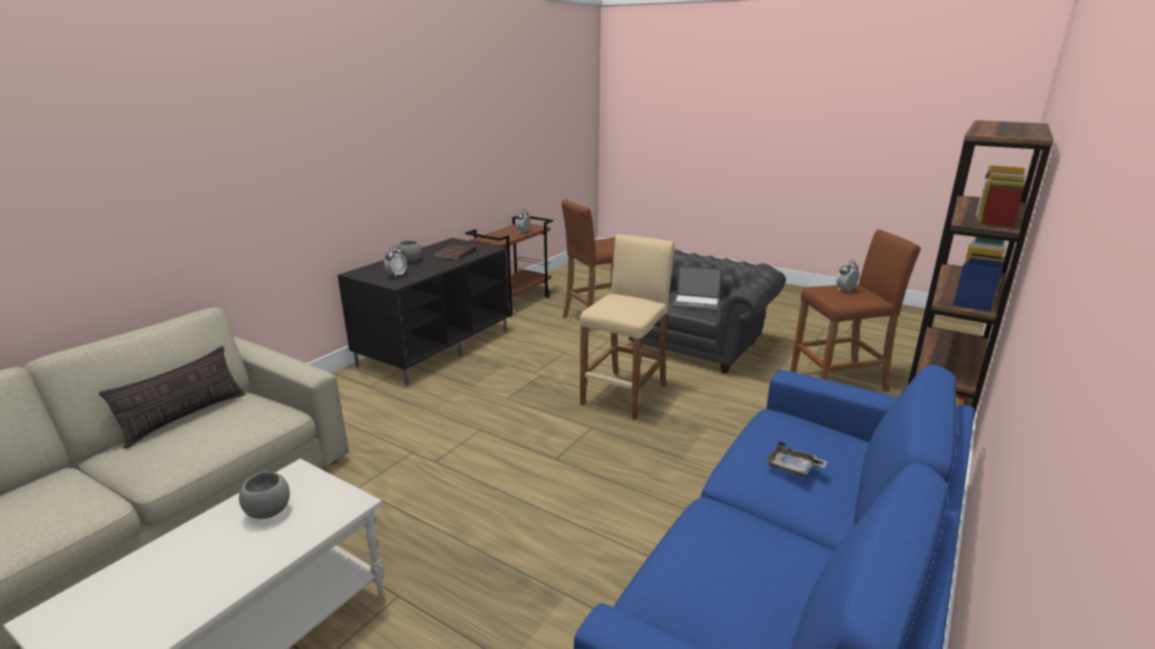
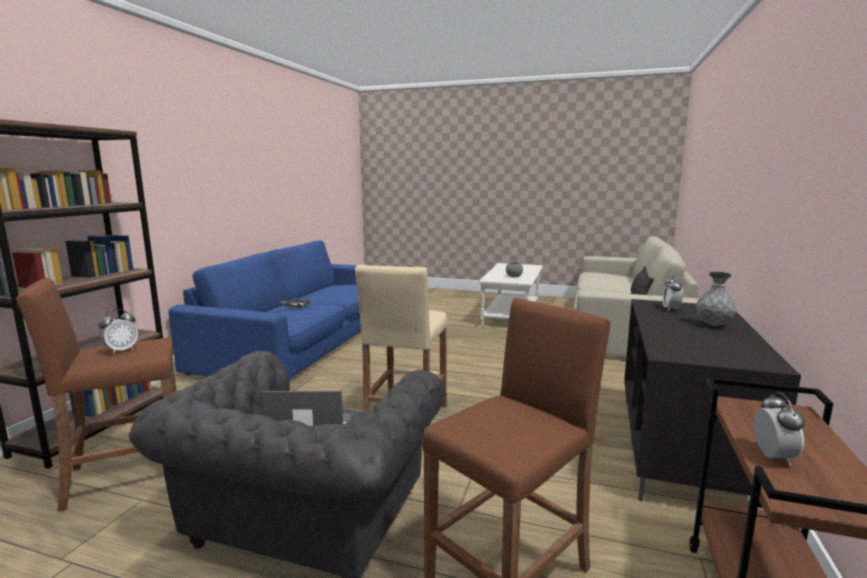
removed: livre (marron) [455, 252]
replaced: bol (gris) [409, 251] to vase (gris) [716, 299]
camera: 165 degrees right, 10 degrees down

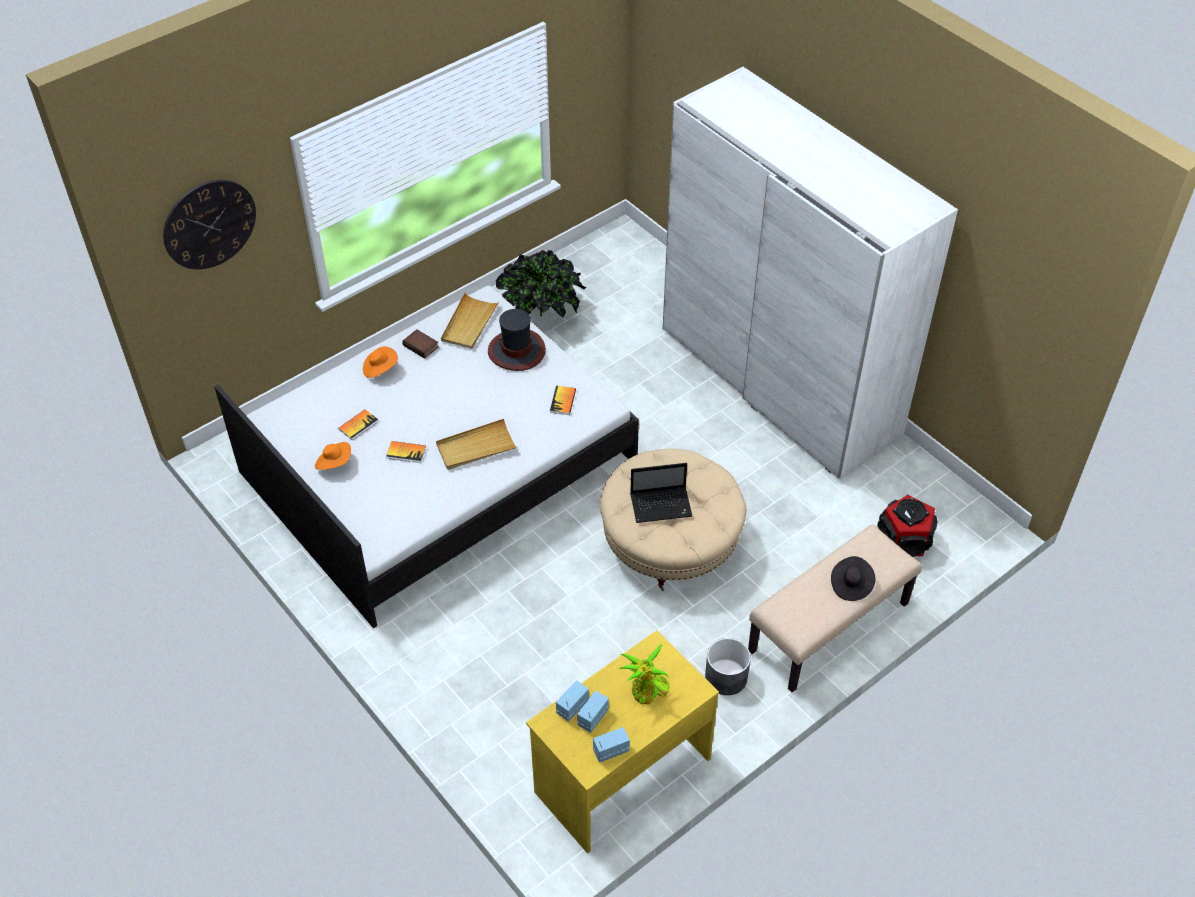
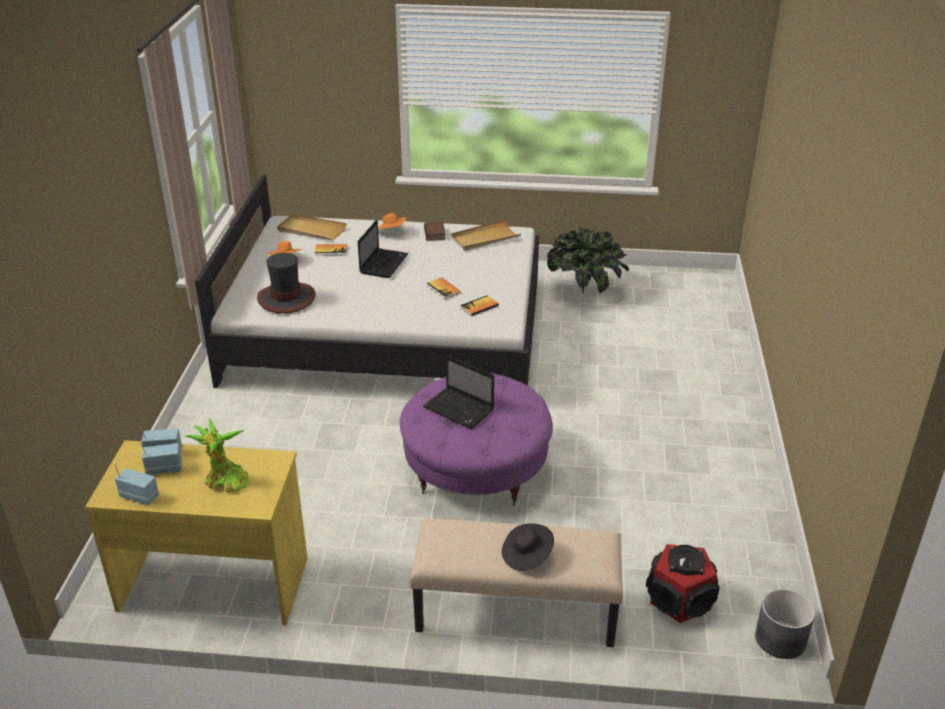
removed: horloge murale [209, 224]; armoire (blanc) [810, 273]
added: ordinateur portable [383, 248]
moved: chapeau [517, 340] to [286, 283]; plateau (beige) [476, 444] to [312, 227]; livre [406, 452] to [444, 288]; cache-pot (gris) [728, 666] to [785, 624]
recoloured: pouf (beige) [673, 519] to pouf (violet) [476, 439]
camera: 45 degrees right, 15 degrees down

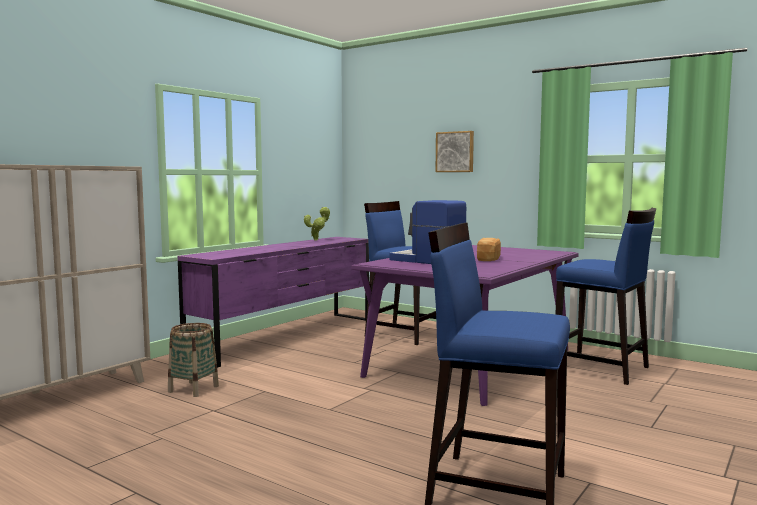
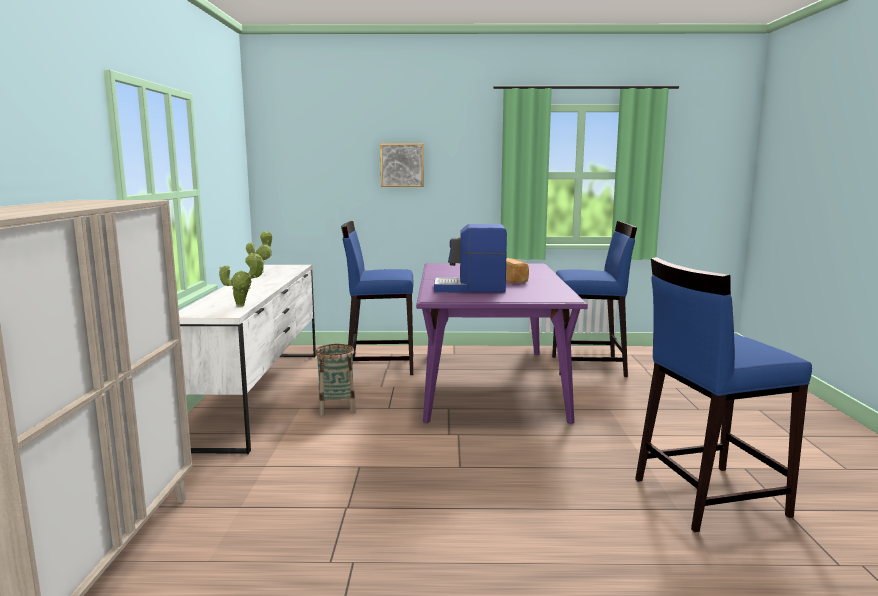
added: plante en pot [242, 279]
moved: panier [193, 360] to [335, 380]
recoloured: commode (violet) [273, 302] to commode (blanc) [247, 359]
camera: 35 degrees left, 5 degrees up

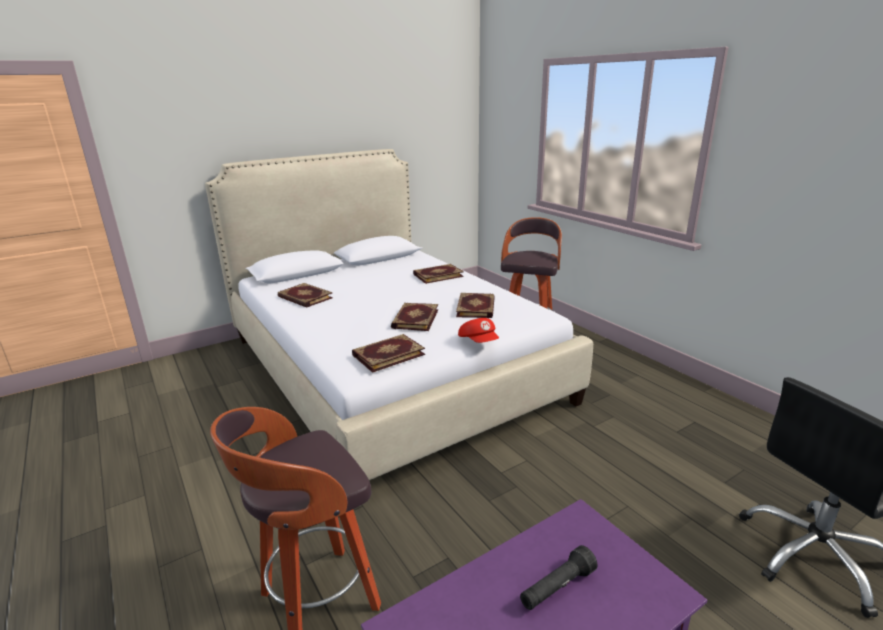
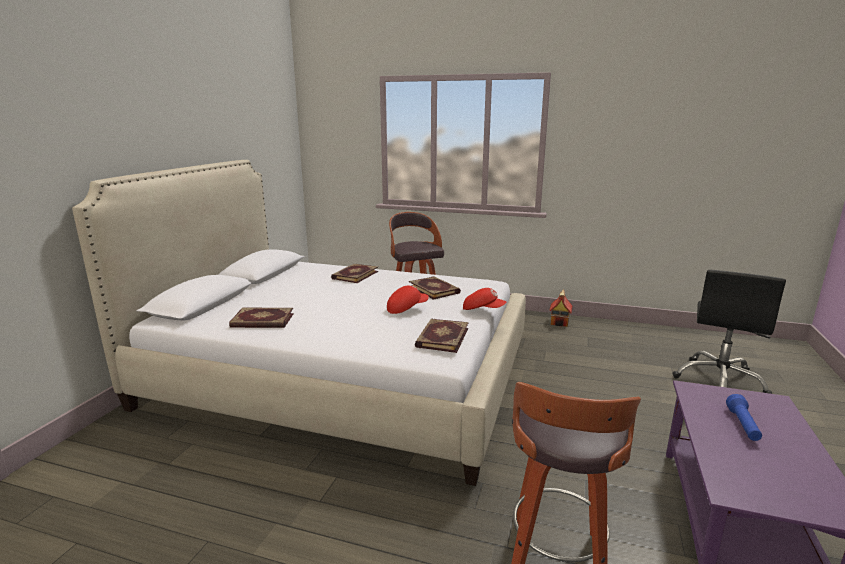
added: maison miniature [561, 308]
replaced: livre [414, 317] to casquette (rouge) [408, 299]
recoloured: lampe de poche (noir) [559, 577] to lampe de poche (bleu) [744, 417]
camera: 40 degrees left, 5 degrees down

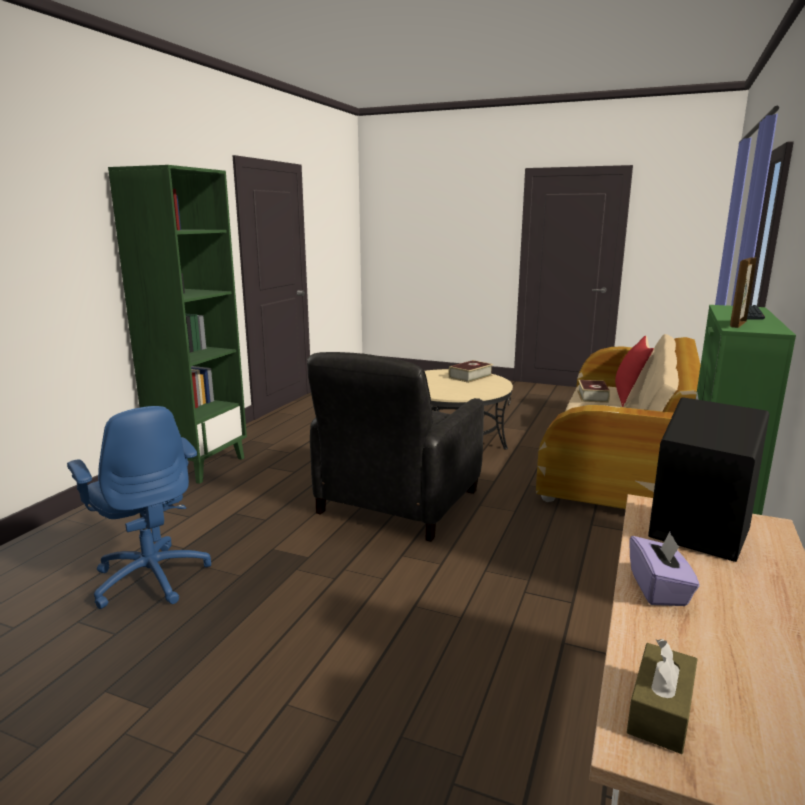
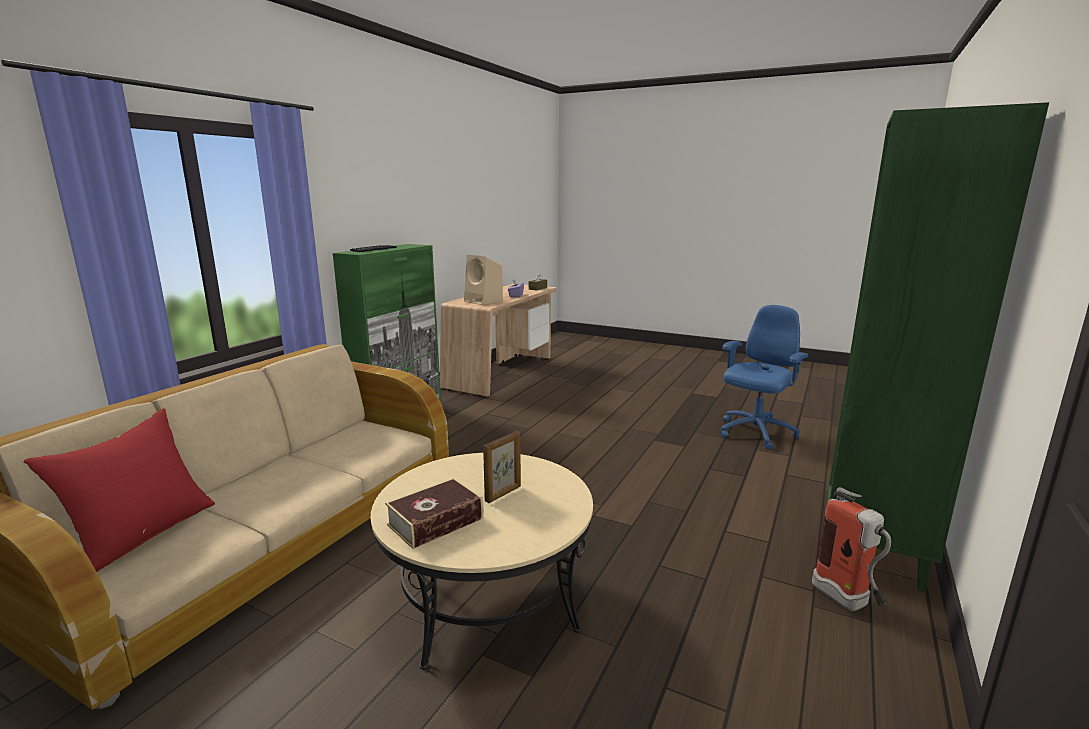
removed: fauteuil (noir) [395, 447]; livre [593, 391]
added: extincteur [851, 549]
moved: cadre photo [743, 292] to [502, 467]
recoloured: enceinte (noir) [708, 479] to enceinte (beige) [483, 280]
turned: chaise de bureau (bleu) [139, 507] = [765, 377] 75 degrees clockwise
camera: 175 degrees left, 0 degrees up

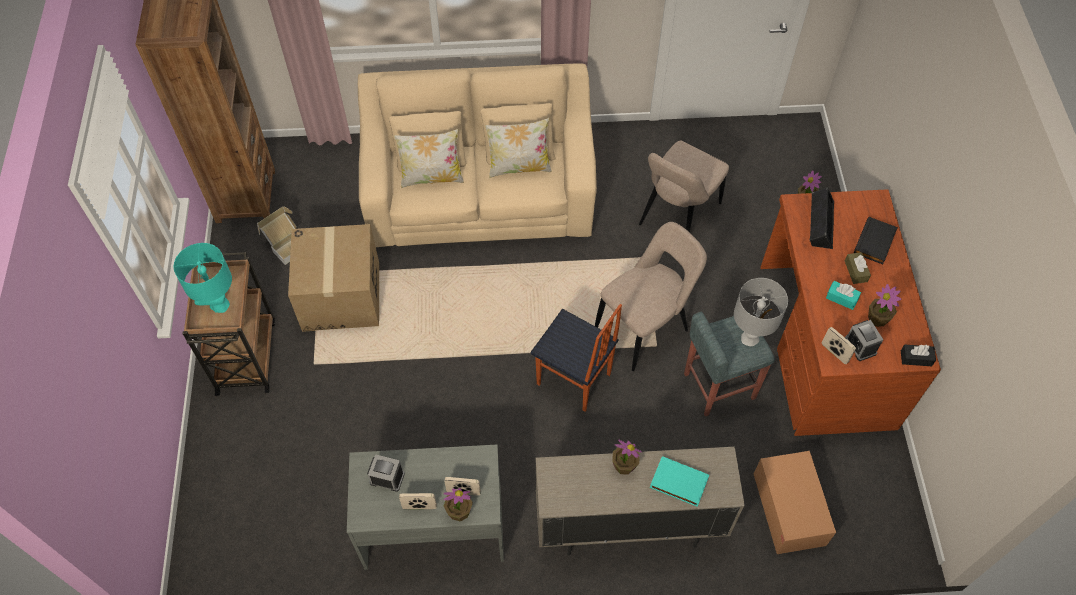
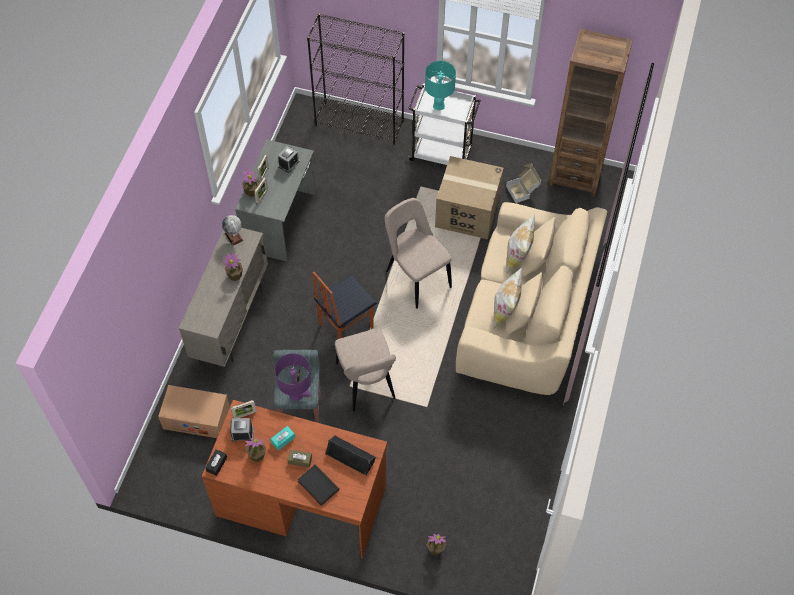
removed: livre (turquoise) [679, 481]
added: globe [232, 230]; bibliothèque (noir) [356, 79]
moved: chaise (beige) [684, 186] to [418, 253]
recoloured: lampe de table (gris) [761, 312] to lampe de table (violet) [293, 377]; chariot (marron) [228, 324] to chariot (blanc) [444, 124]
camera: 110 degrees right, 0 degrees up

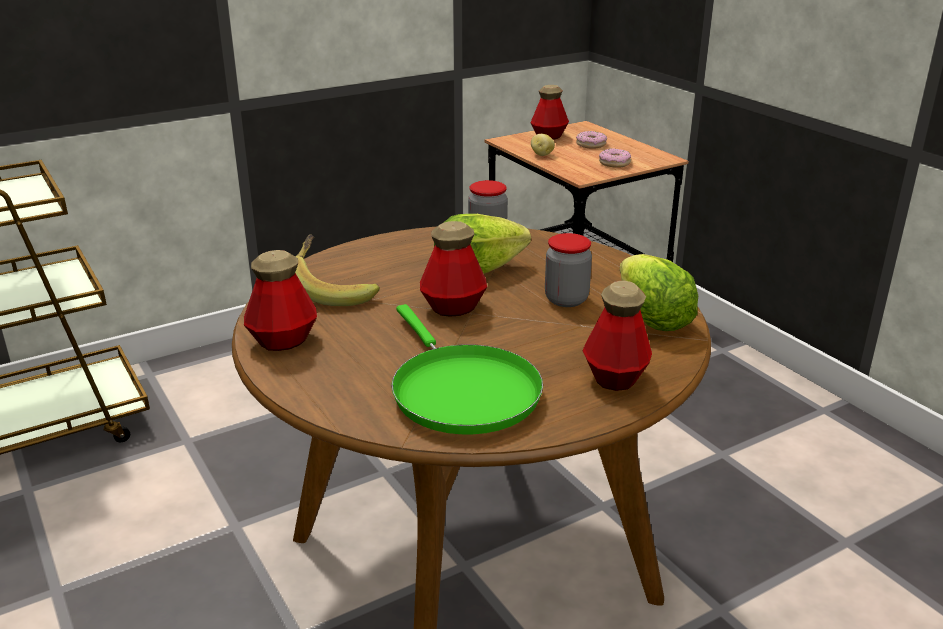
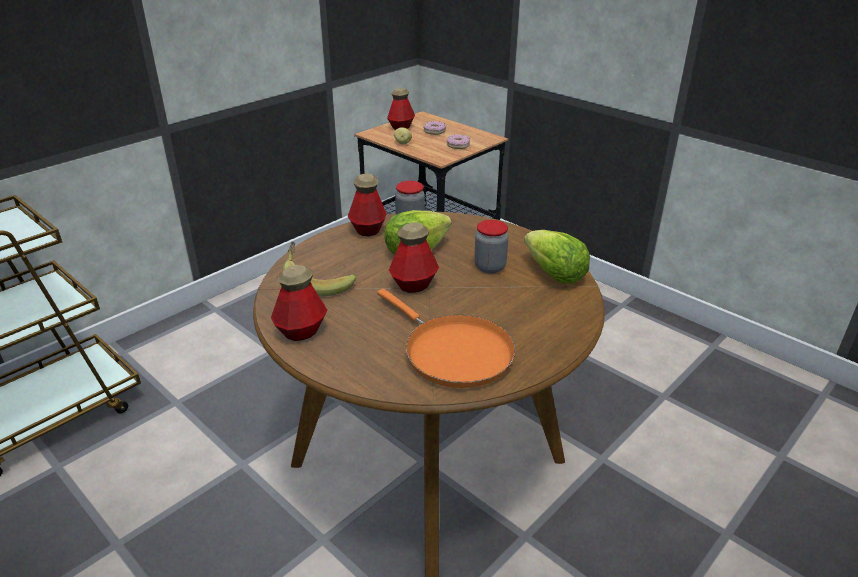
moved: bouteille [617, 335] to [367, 204]
recoloured: poêle (vert) [467, 369] to poêle (orange) [446, 338]
camera: 15 degrees left, 5 degrees up

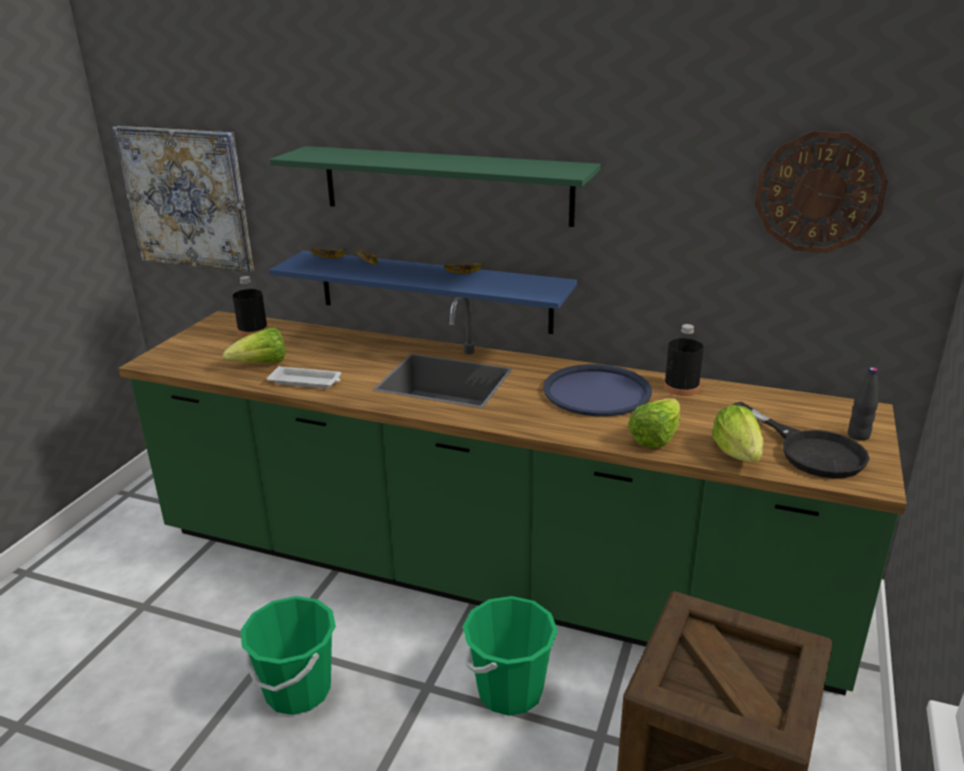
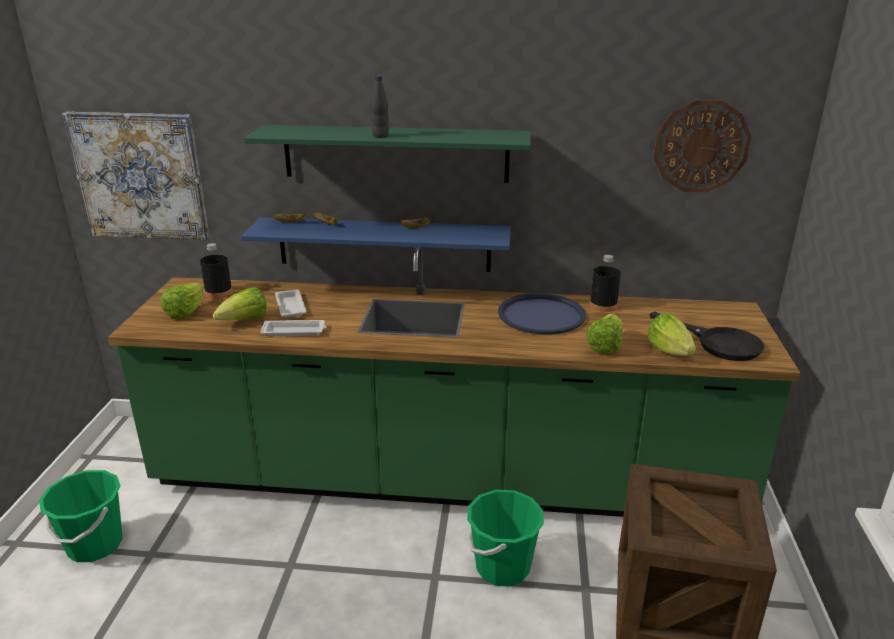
added: laitue [181, 301]; plateau (blanc) [291, 303]
moved: seau (vert) [288, 655] to [81, 516]; bouteille (noir) [863, 404] to [380, 107]
camera: 15 degrees left, 0 degrees up

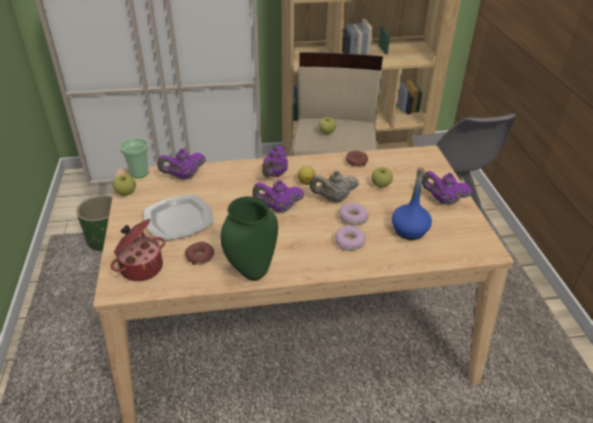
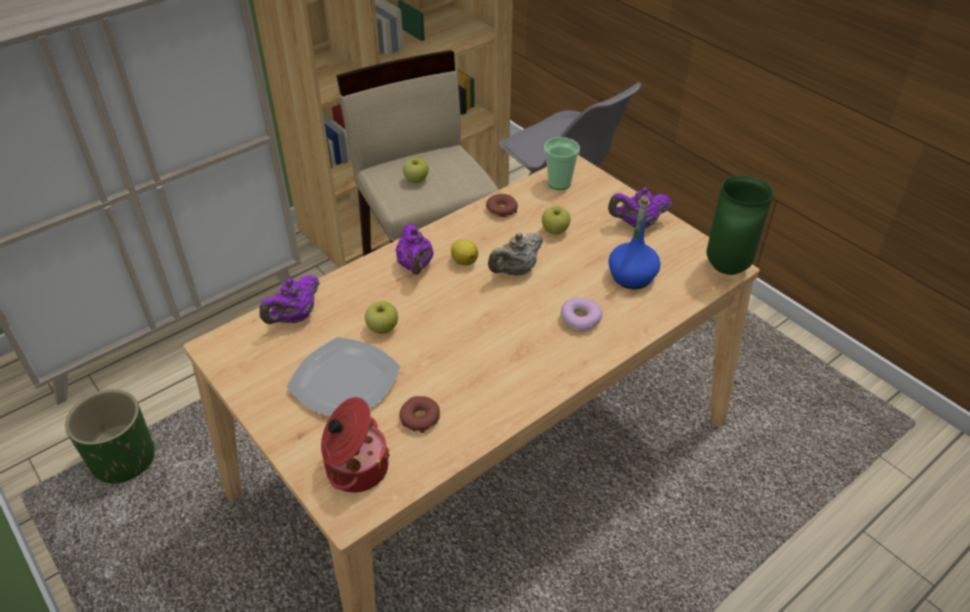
removed: théière (violet) [278, 196]; beignet [354, 214]
moved: pomme [124, 185] to [381, 317]; tasse [134, 158] to [562, 163]; vase (vert) [249, 238] to [740, 225]
camera: 30 degrees left, 5 degrees up

